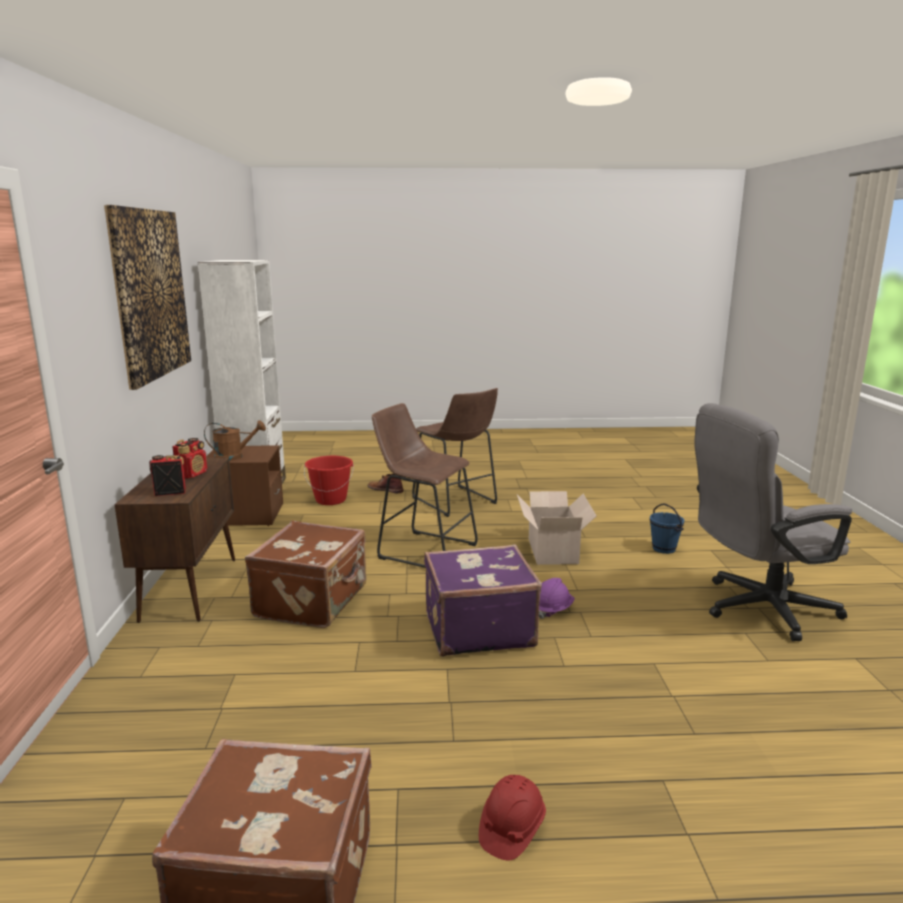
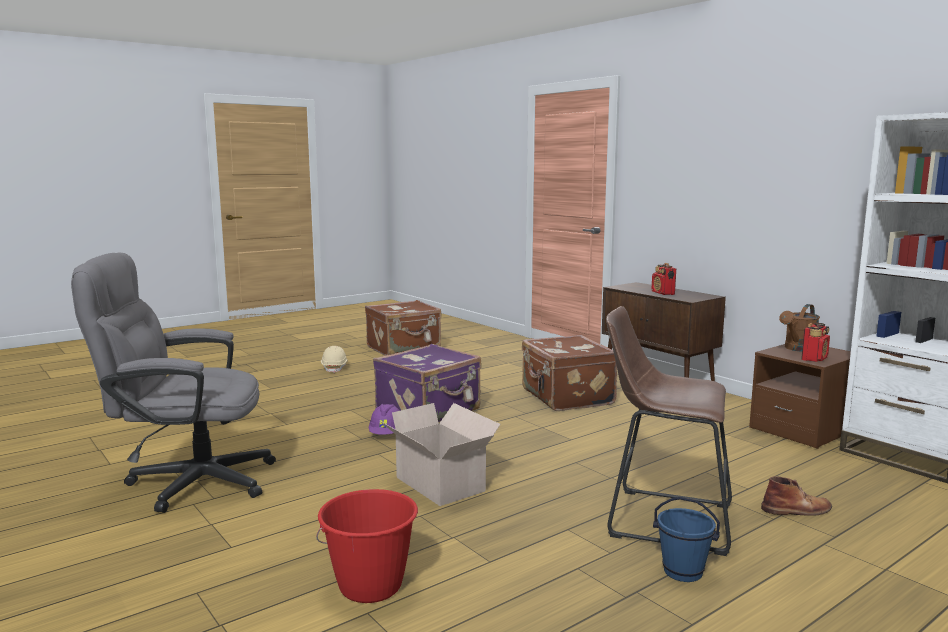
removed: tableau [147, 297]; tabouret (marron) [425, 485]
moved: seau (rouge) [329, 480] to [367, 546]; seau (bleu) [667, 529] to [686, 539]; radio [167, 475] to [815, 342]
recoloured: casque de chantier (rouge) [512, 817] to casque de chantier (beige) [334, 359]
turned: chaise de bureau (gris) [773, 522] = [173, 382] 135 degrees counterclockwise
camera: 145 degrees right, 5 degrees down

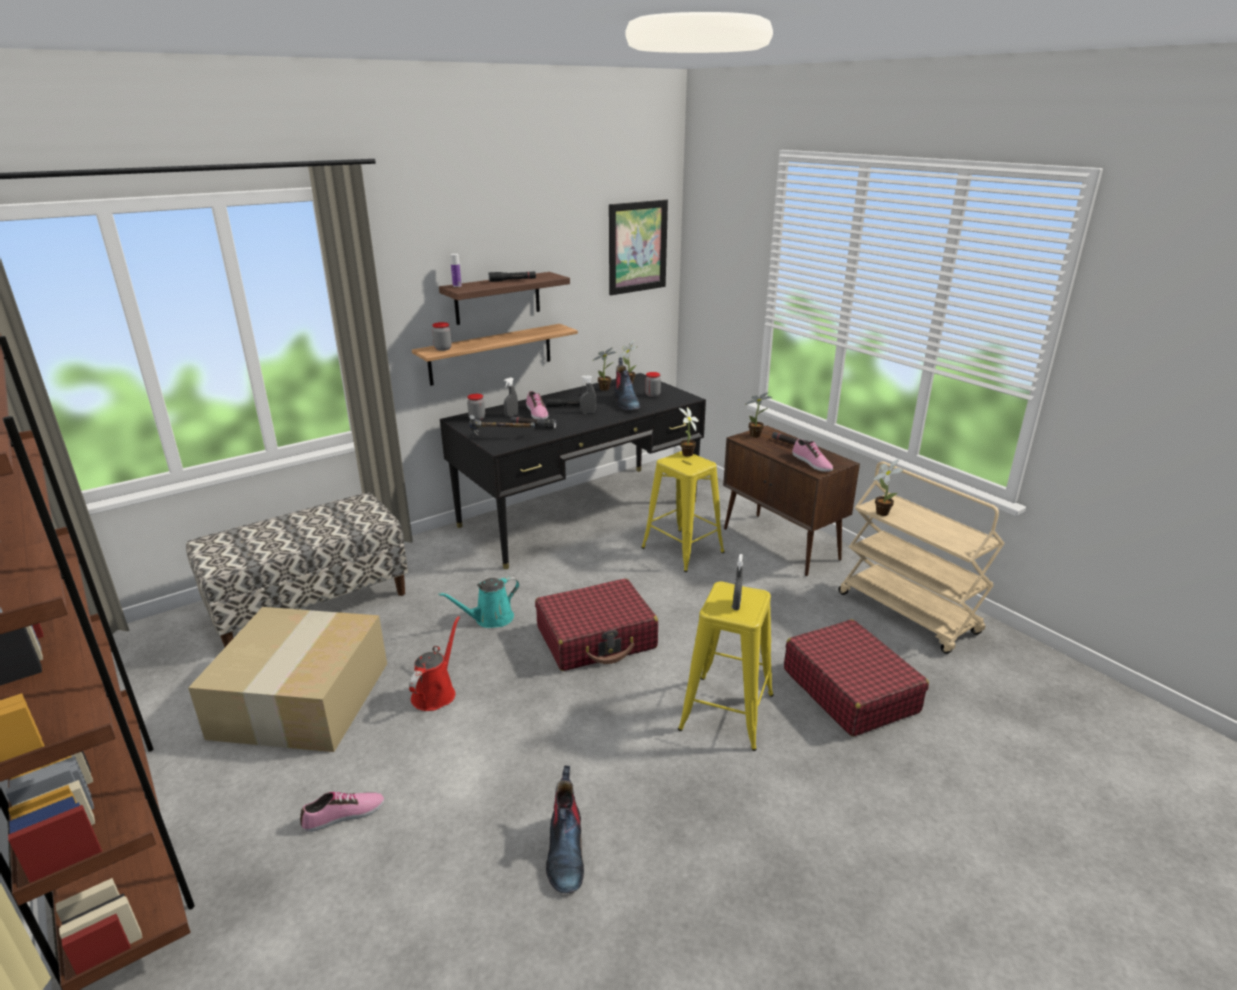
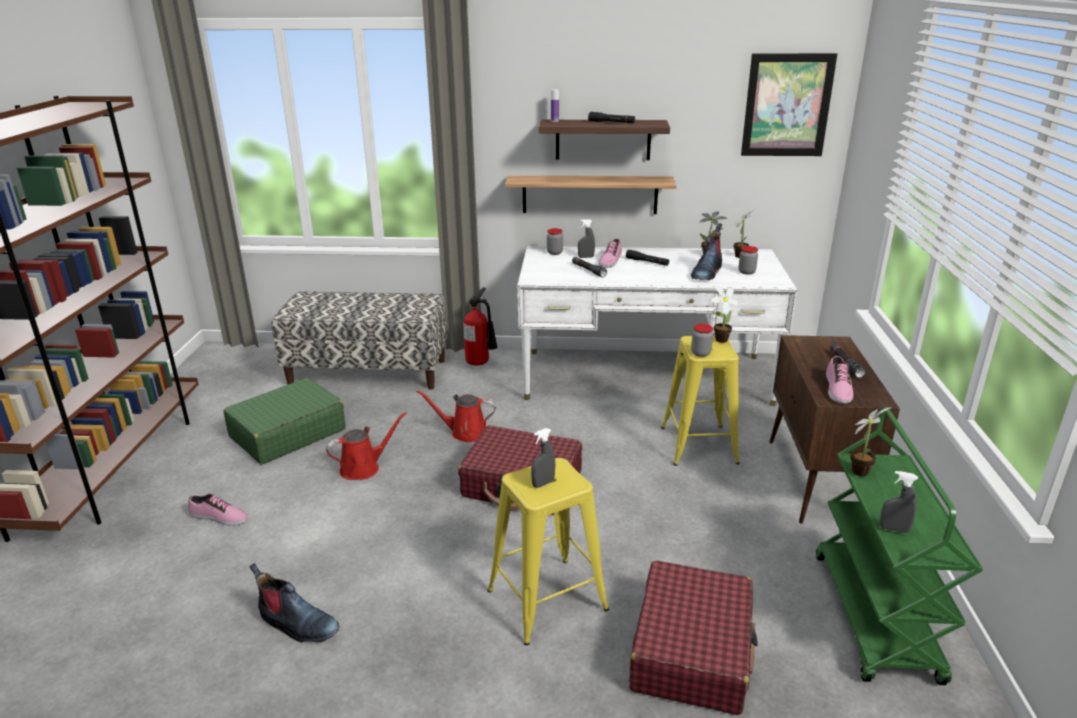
removed: marteau [502, 425]; plante en pot [759, 415]
added: extincteur [480, 326]
moved: bocal [442, 336] to [702, 340]; vaporisateur (gris) [588, 394] to [899, 502]
replaced: carton [287, 679] to valise (vert) [284, 421]
recoloured: arrosoir (turquoise) [479, 602] to arrosoir (rouge) [456, 416]; bureau (noir) [573, 471] to bureau (blanc) [657, 326]; chariot (beige) [921, 558] to chariot (vert) [899, 546]
turned: botte [565, 829] = [295, 603] 105 degrees counterclockwise
camera: 40 degrees right, 0 degrees up

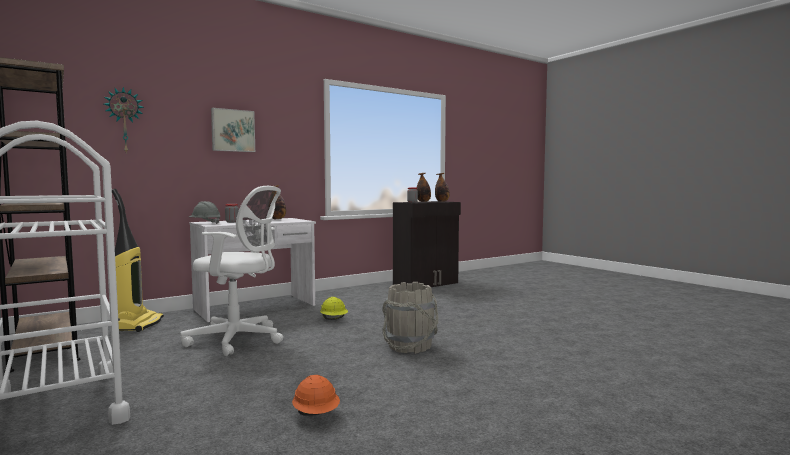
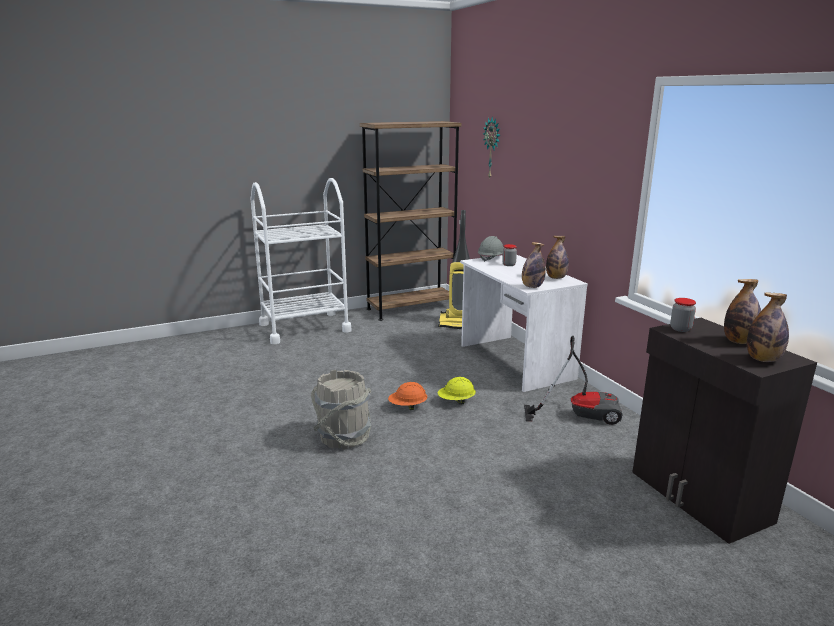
removed: chaise de bureau (blanc) [231, 271]; tableau [233, 130]
added: bouteille [534, 265]; aspirateur [573, 380]
moved: casque de chantier (orange) [316, 395] to [407, 396]
camera: 100 degrees right, 15 degrees up

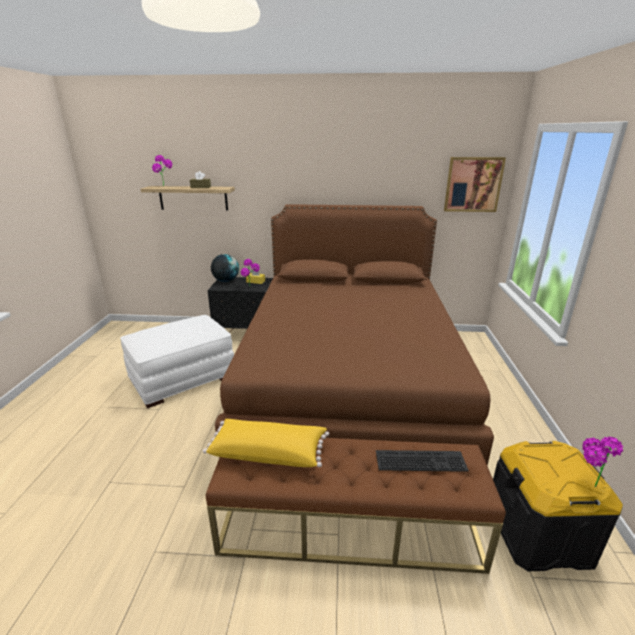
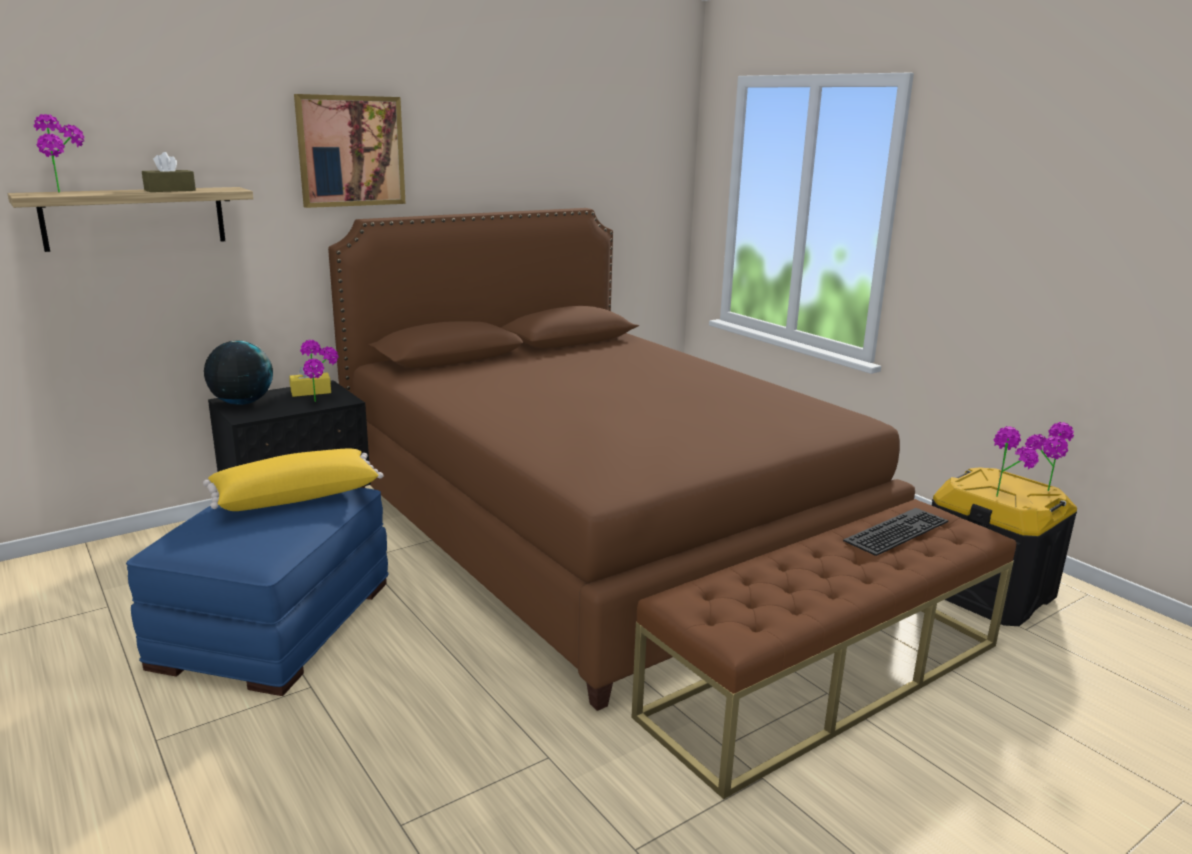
added: plante en pot [1016, 461]
moved: coussin (jaune) [266, 443] to [293, 480]; tableau [475, 184] to [350, 151]
recoloured: pouf (blanc) [177, 361] to pouf (bleu) [257, 591]
camera: 40 degrees left, 5 degrees down

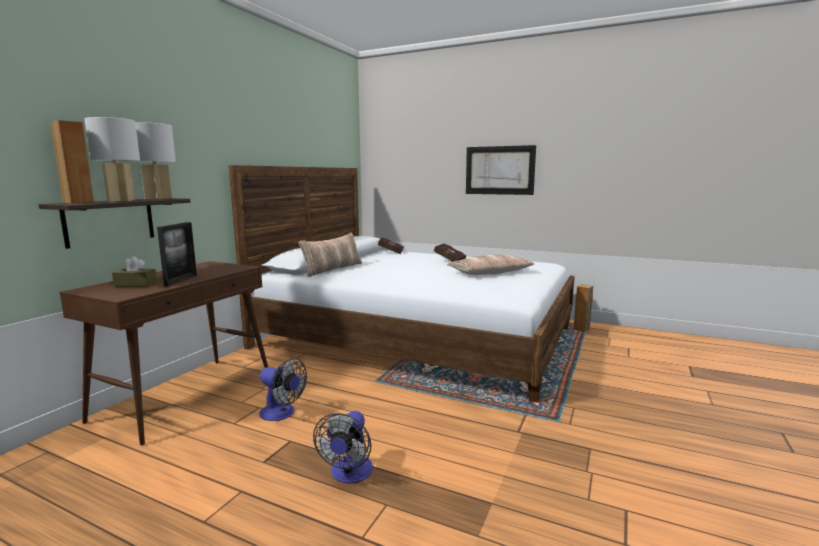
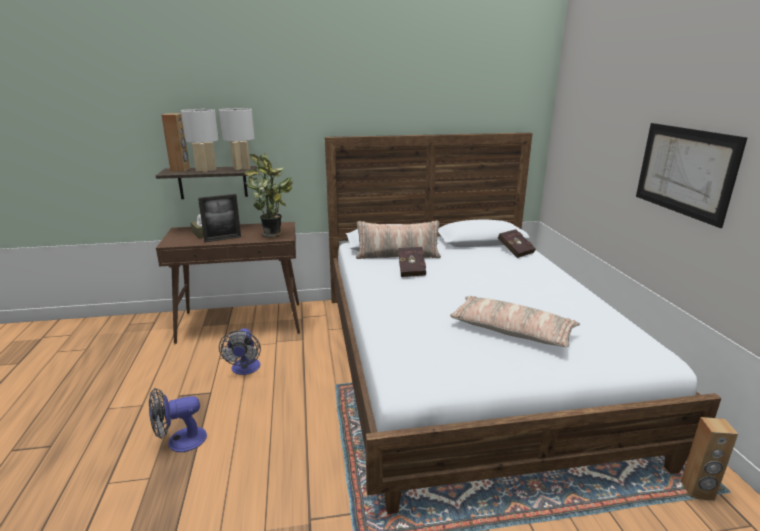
added: plante en pot [269, 195]
moved: livre (rouge) [450, 252] to [412, 262]
camera: 55 degrees right, 10 degrees up

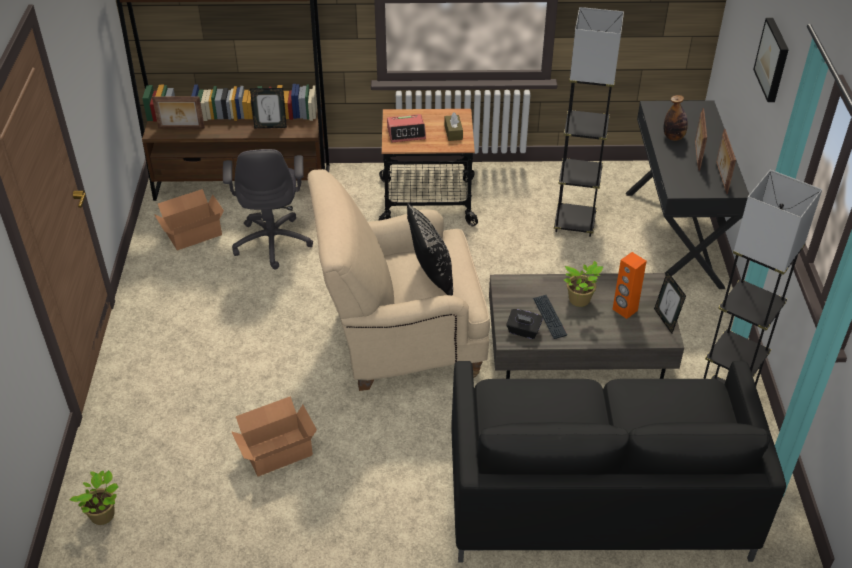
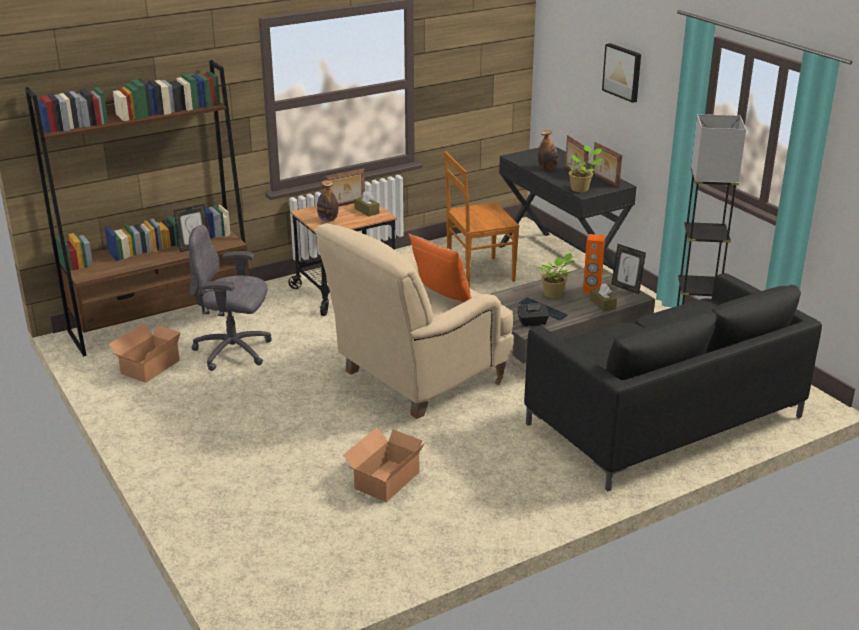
added: boîte à mouchoirs (marron) [603, 297]
moved: cadre photo [178, 112] to [345, 187]; plante en pot [94, 497] to [585, 169]
replaced: réveil [406, 128] to bouteille [327, 201]; lampadaire (noir) [589, 122] to chaise (marron) [482, 219]
recoloured: coussin (noir) [430, 249] to coussin (orange) [440, 267]
turned: chaise de bureau (gris) [268, 209] = [230, 298] 135 degrees clockwise
camera: 30 degrees left, 15 degrees down

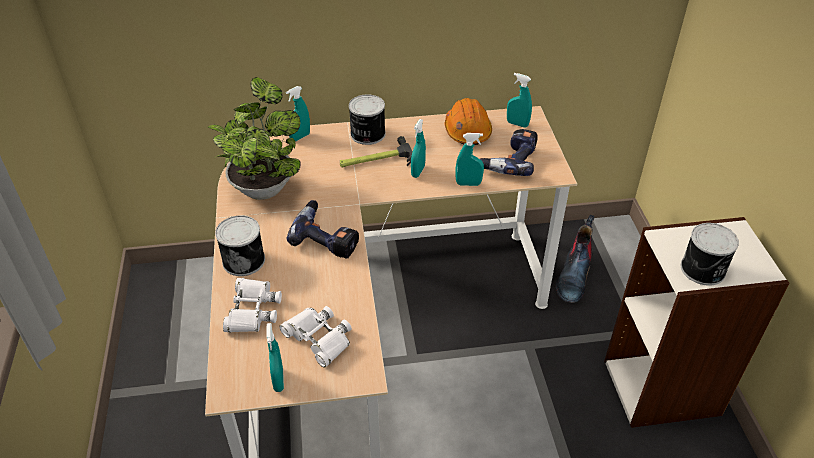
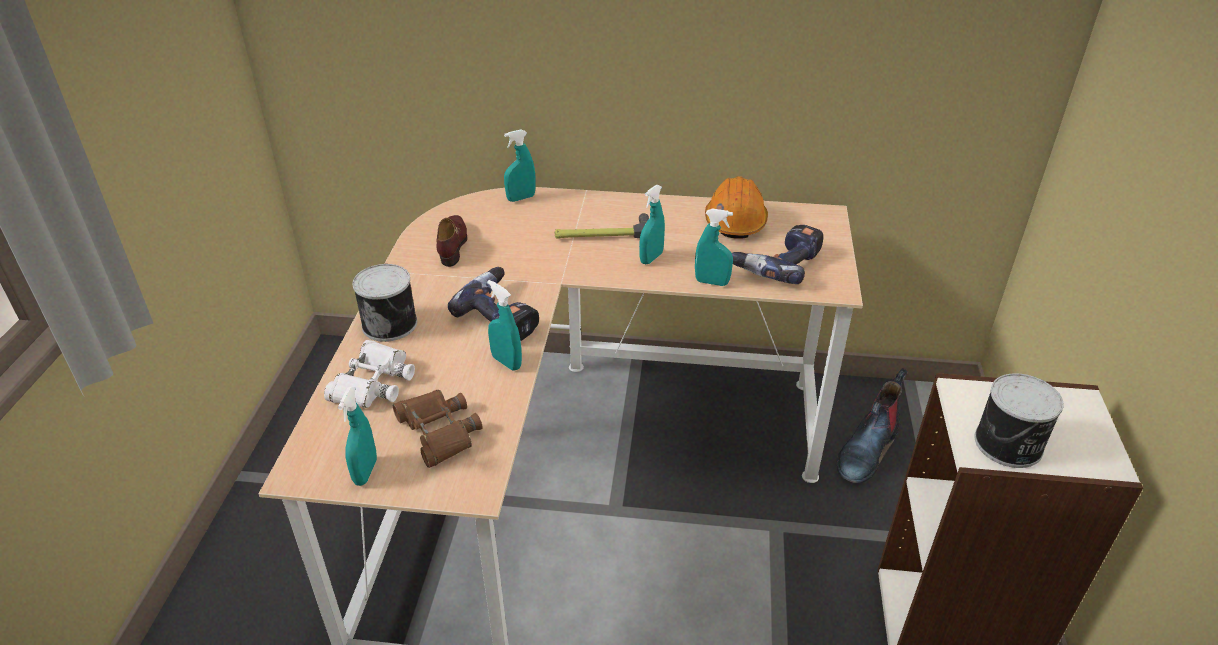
removed: boîte métallique [367, 119]
moved: vaporisateur (turquoise) [519, 100] to [504, 325]
replaced: plante en pot [254, 138] to chaussure (marron) [452, 241]
recoloured: jumelles (blanc) [315, 337] to jumelles (marron) [437, 429]
camera: 15 degrees right, 5 degrees down

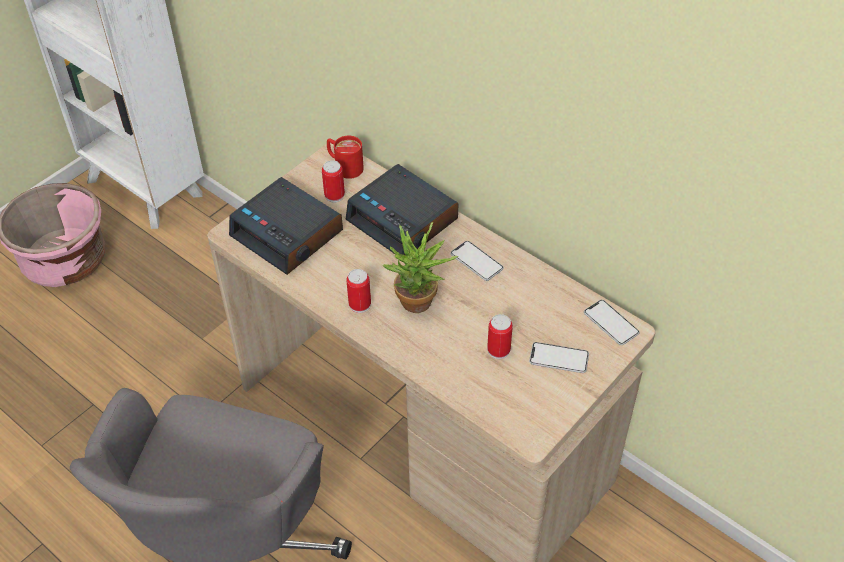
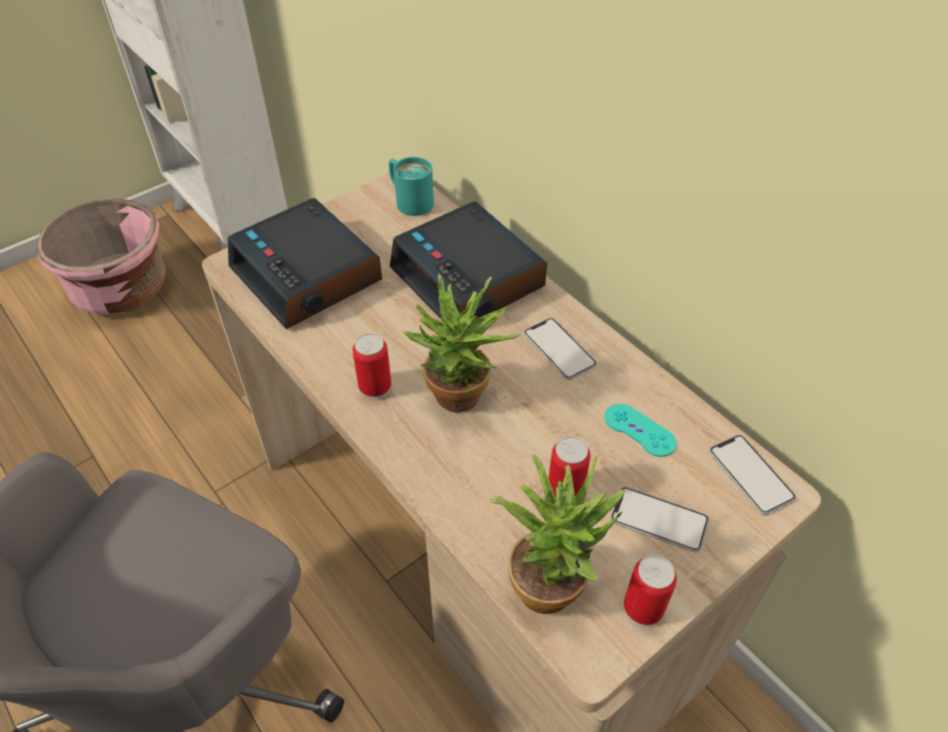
added: plante en pot [557, 533]; manette (turquoise) [640, 430]
moved: boîte métallique [333, 181] to [650, 591]
recoloured: mug (rouge) [345, 157] to mug (turquoise) [411, 186]
camera: 10 degrees right, 0 degrees up

